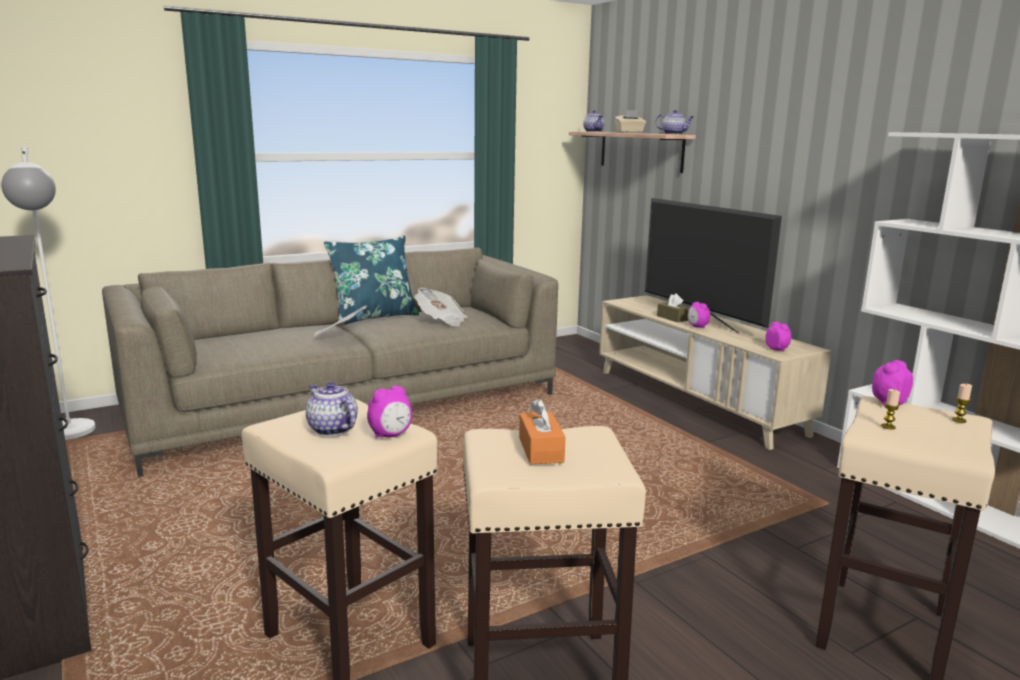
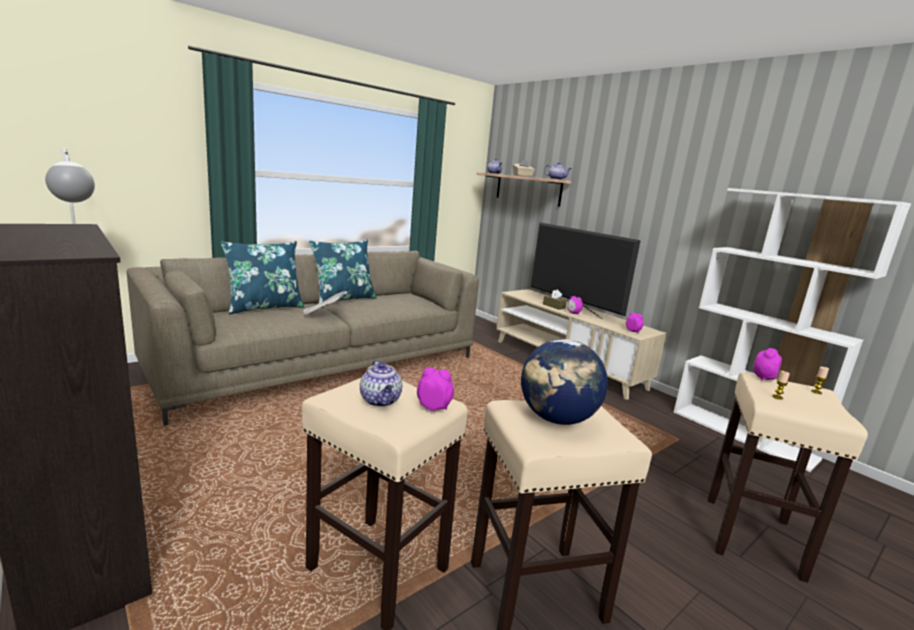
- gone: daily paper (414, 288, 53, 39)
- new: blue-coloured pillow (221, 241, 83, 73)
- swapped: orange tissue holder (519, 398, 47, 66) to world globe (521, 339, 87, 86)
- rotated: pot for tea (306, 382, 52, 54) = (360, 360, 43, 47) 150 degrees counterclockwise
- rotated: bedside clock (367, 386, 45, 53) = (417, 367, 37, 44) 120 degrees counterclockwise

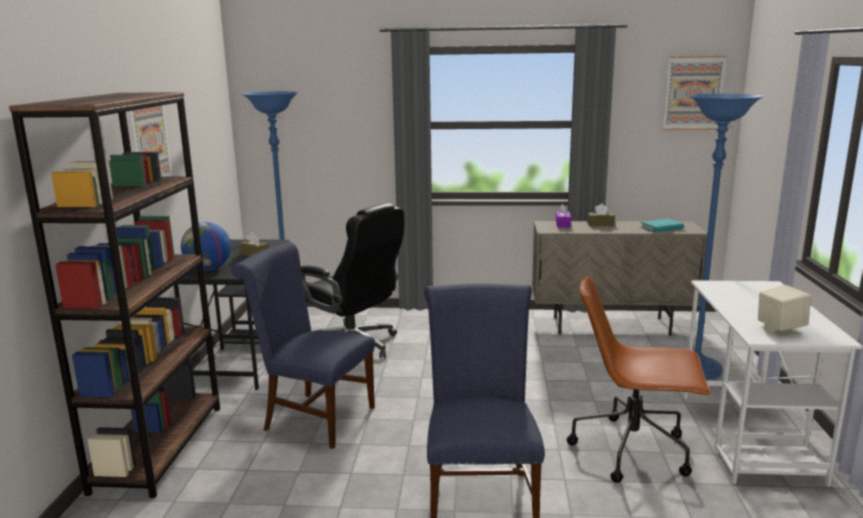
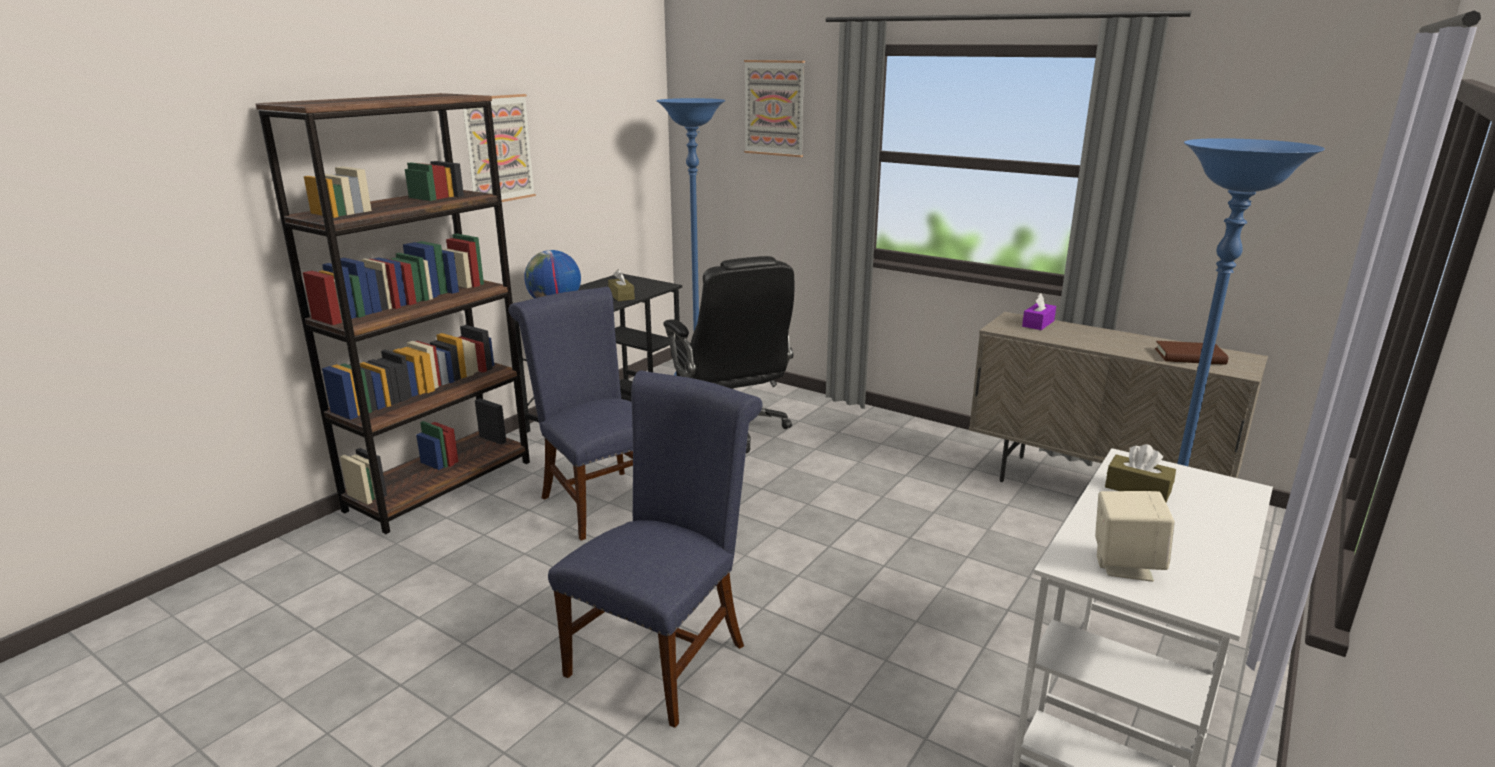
- gone: brown-coloured office chair (567, 275, 144, 208)
- shifted: brown-coloured tissue holder (587, 204, 28, 22) to (1105, 444, 71, 58)
- shifted: picture (663, 56, 63, 74) to (744, 60, 61, 97)
- repainted: blue-green book (641, 219, 43, 13) to brown-coloured book (1155, 341, 73, 24)

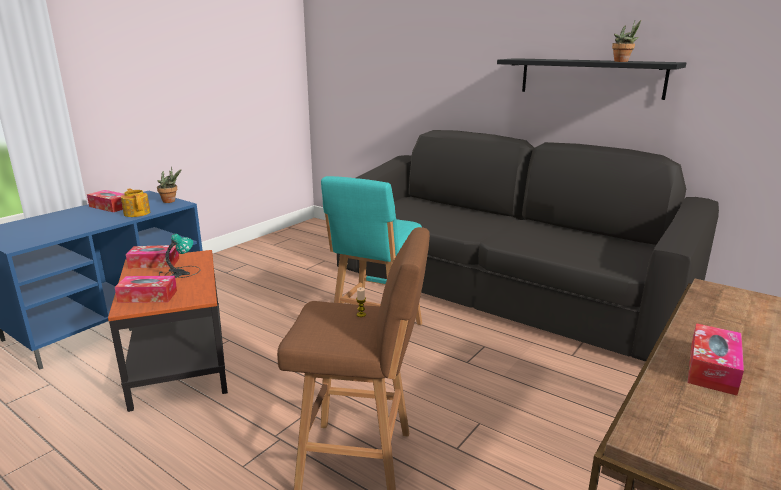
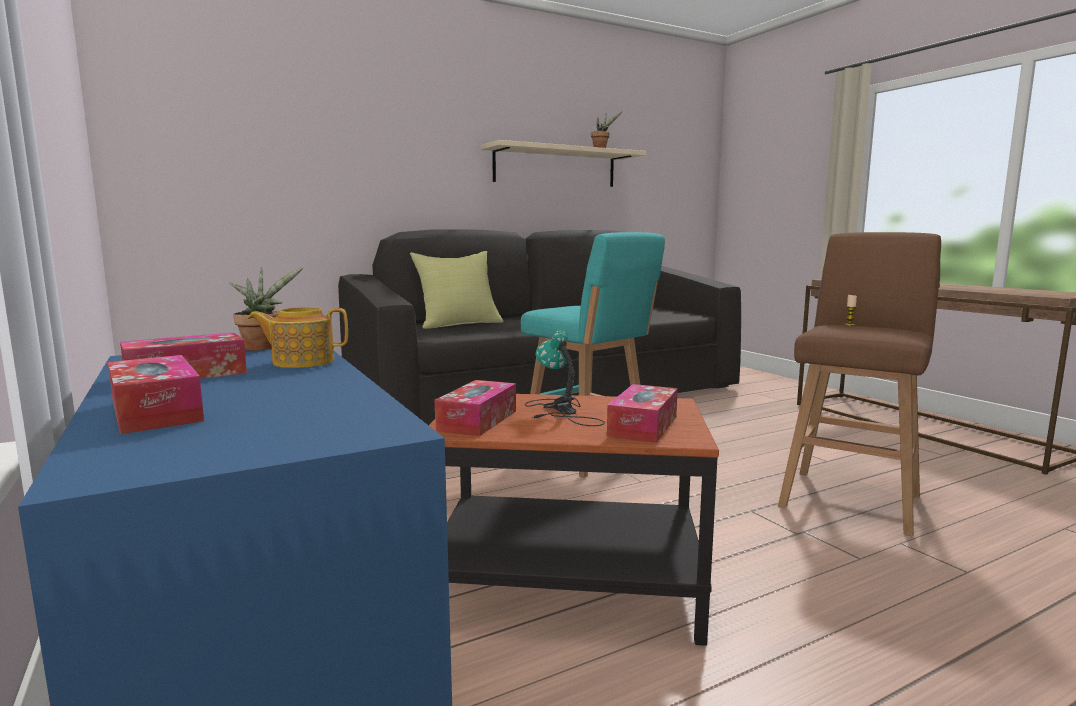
- new: yellow pillow (410, 251, 93, 78)
- shifted: tissue holder (688, 323, 56, 73) to (108, 355, 96, 79)
- repainted: blackish bracket shelf (497, 58, 189, 42) to sand-coloured bracket shelf (480, 140, 166, 47)

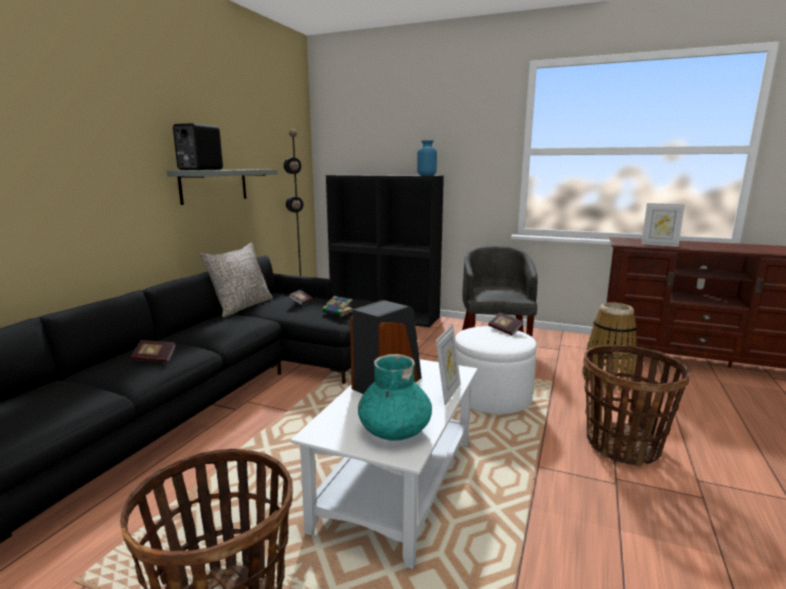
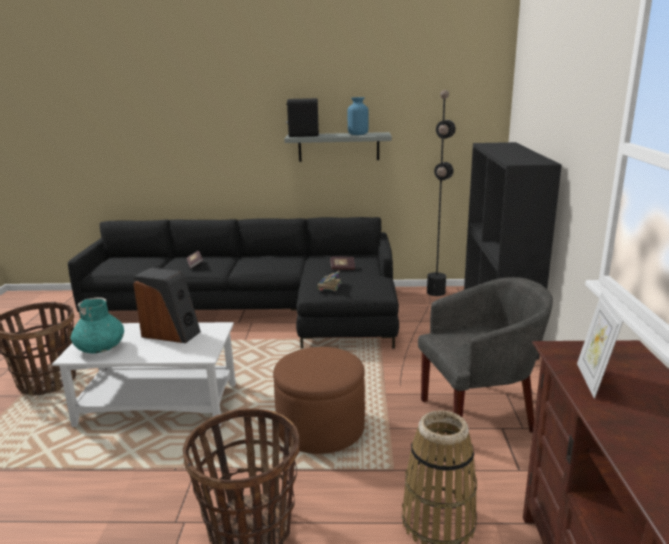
- gone: gray pillow (200, 243, 73, 74)
- gone: photo frame (436, 324, 25, 82)
- gone: book (488, 313, 35, 22)
- shifted: blue-coloured flower vase (417, 140, 20, 36) to (348, 97, 21, 38)
- repainted: white-coloured pouffe (455, 326, 82, 88) to brown-coloured pouffe (273, 347, 92, 107)

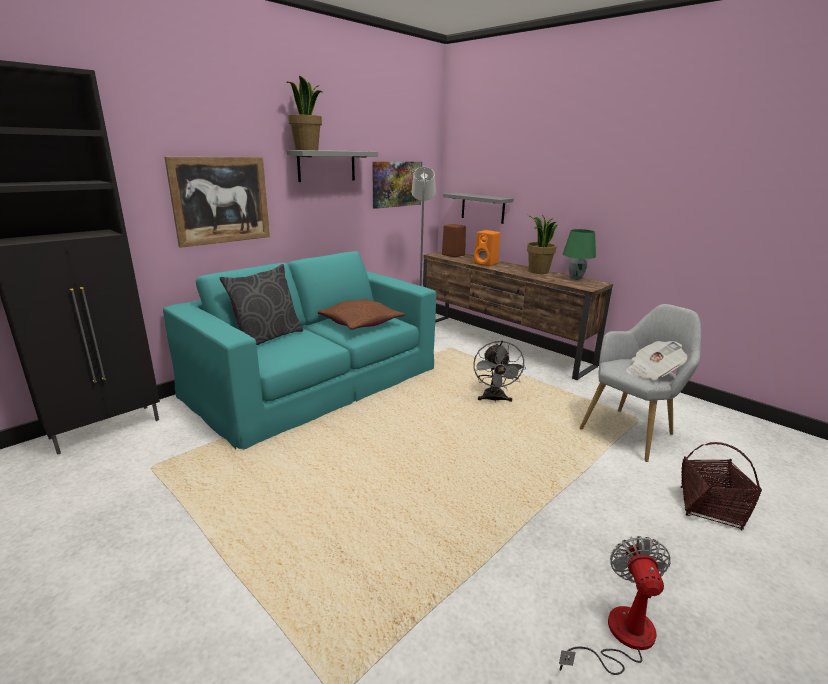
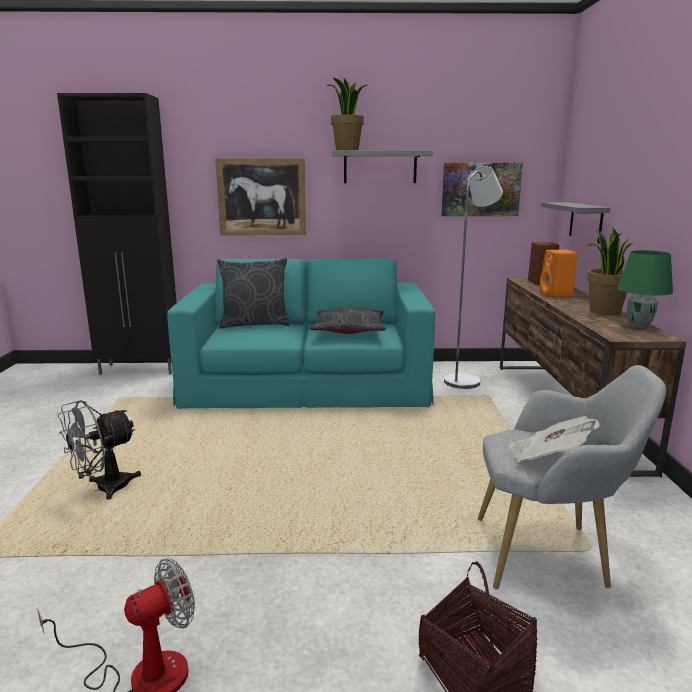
- shifted: gray electric fan (473, 340, 53, 62) to (58, 400, 83, 100)
- repainted: brown-coloured pillow (318, 299, 87, 31) to gray pillow (310, 307, 76, 27)

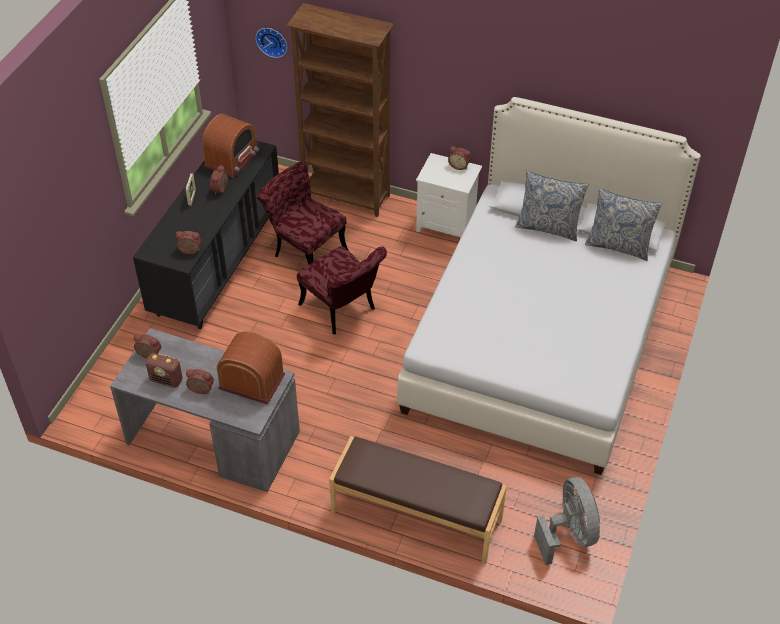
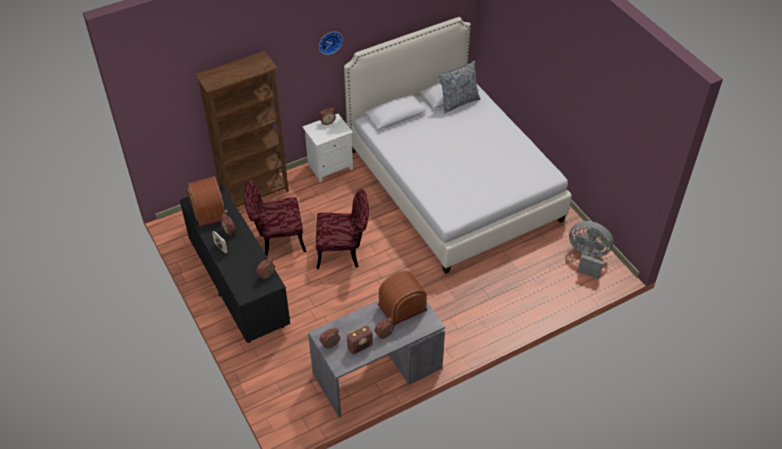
- gone: brown-coloured indoor bench (329, 436, 178, 128)
- gone: pillow (515, 171, 74, 70)
- shifted: hanging clock (256, 28, 31, 30) to (319, 32, 24, 23)

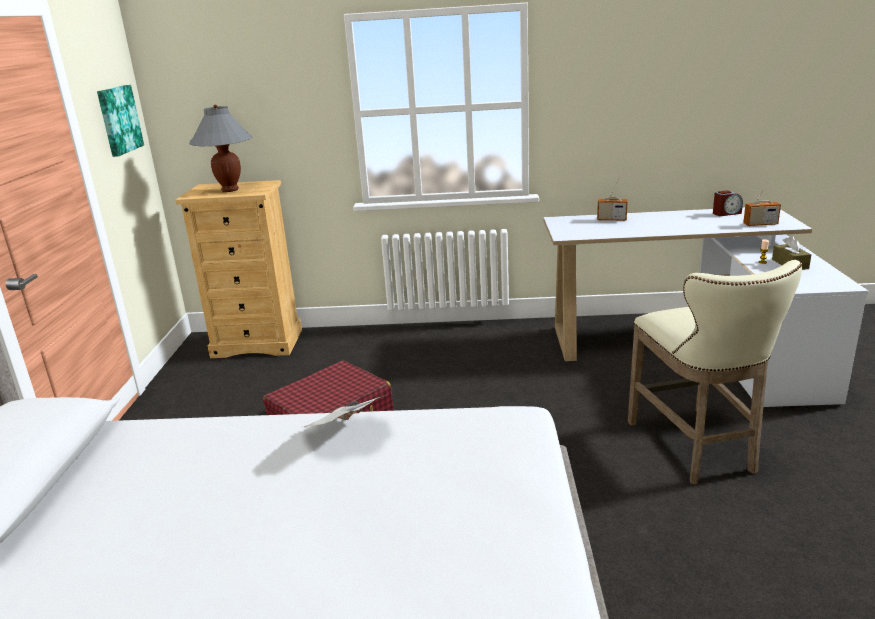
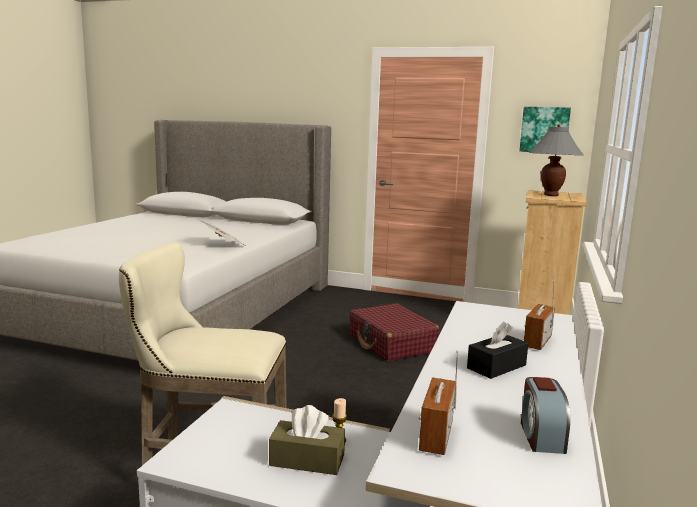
- new: blackish tissue holder (467, 322, 61, 57)

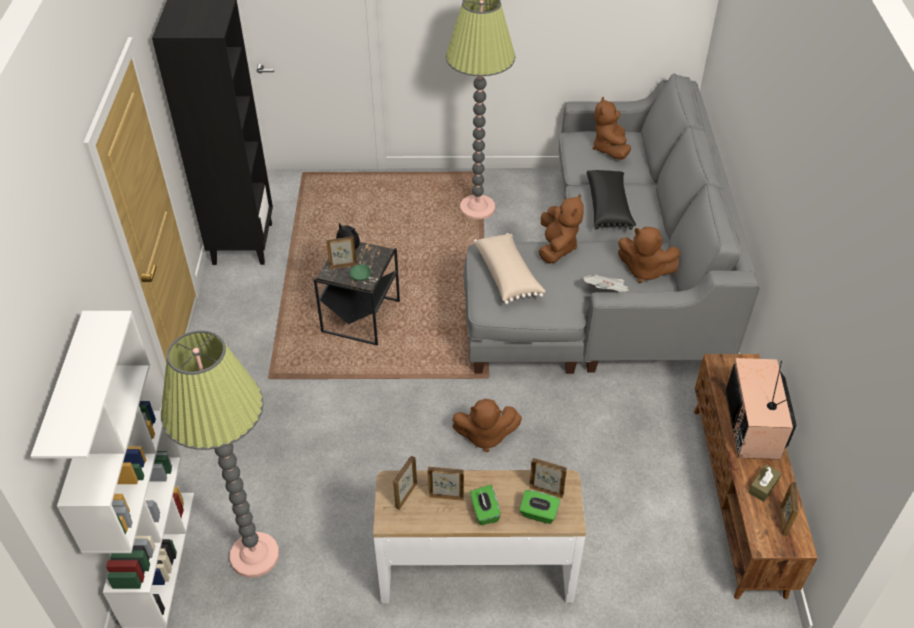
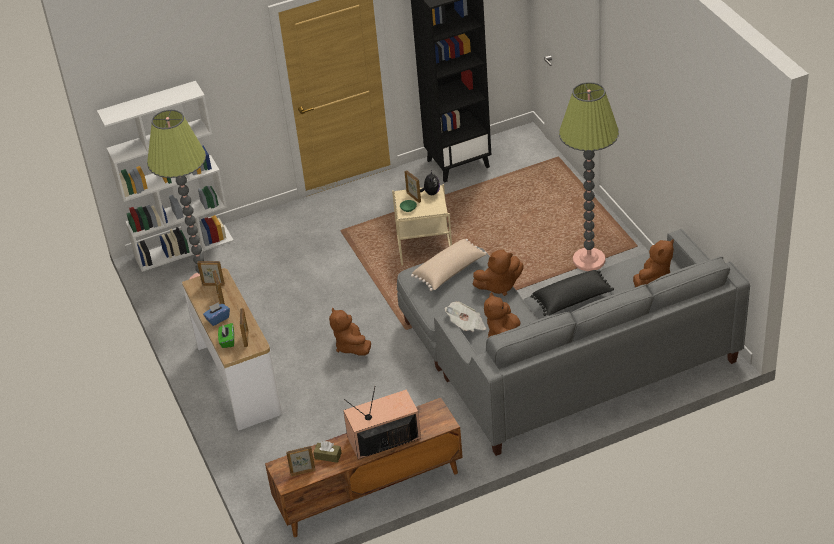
- repainted: blackish side table (314, 242, 86, 103) to sand-coloured side table (392, 184, 60, 82)
- repainted: green tissue holder (470, 484, 31, 41) to blue-coloured tissue holder (203, 302, 27, 24)
- rotated: brown-coloured plush toy (593, 97, 38, 63) = (633, 239, 41, 48) 150 degrees clockwise

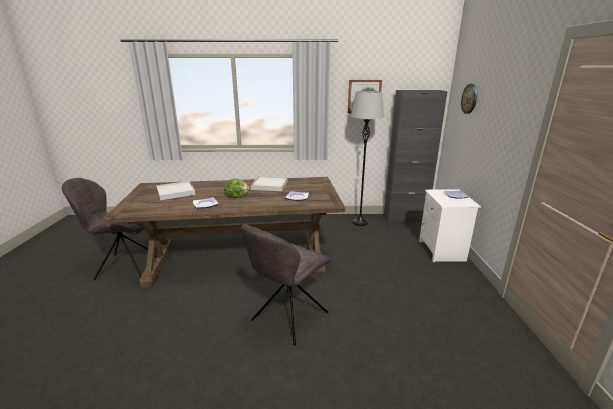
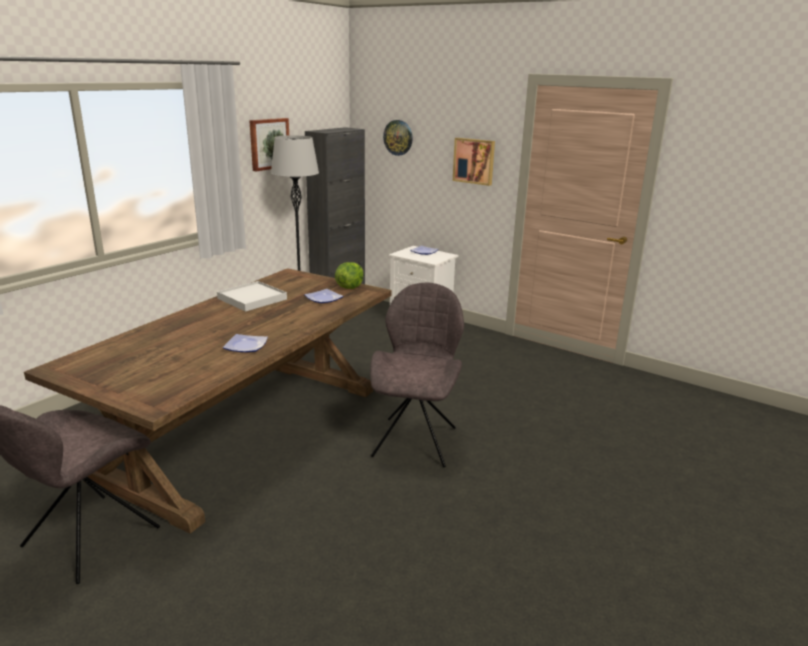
- gone: white-coloured carrying tray (156, 181, 40, 19)
- new: picture (453, 138, 42, 48)
- shifted: head of lettuce (224, 178, 25, 20) to (335, 262, 29, 27)
- rotated: gray plain chair (240, 224, 91, 121) = (370, 283, 94, 184) 150 degrees counterclockwise

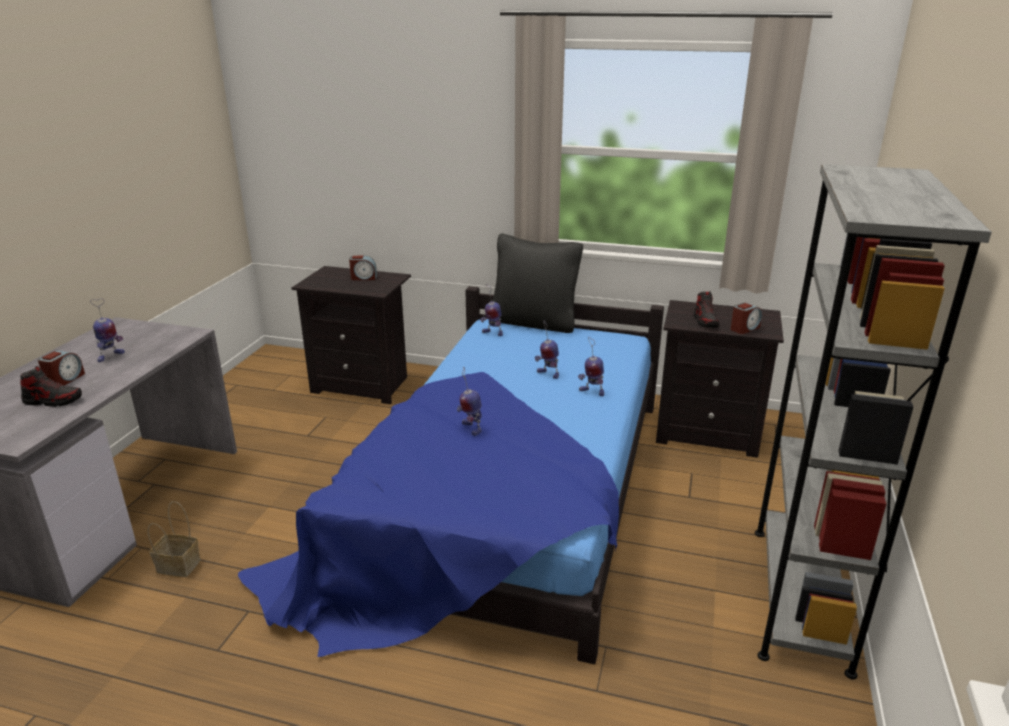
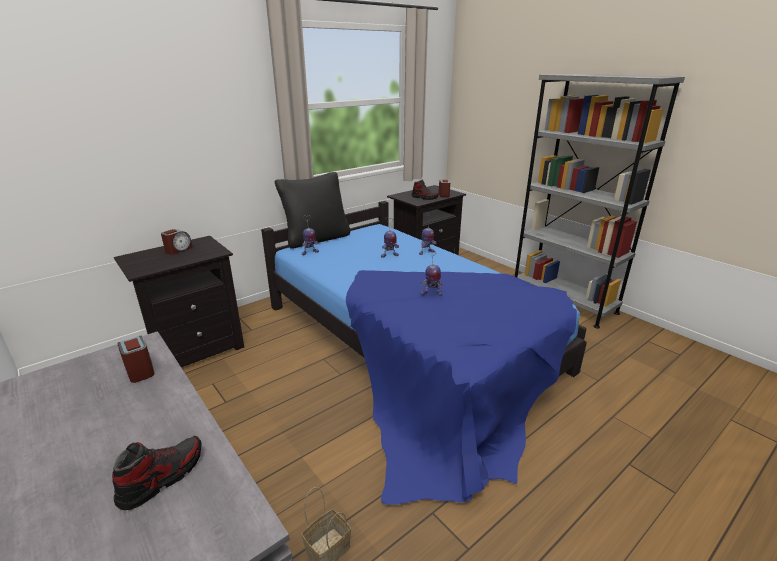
- gone: robot figure (90, 298, 35, 64)
- shifted: bedside clock (38, 351, 47, 35) to (117, 336, 37, 47)

